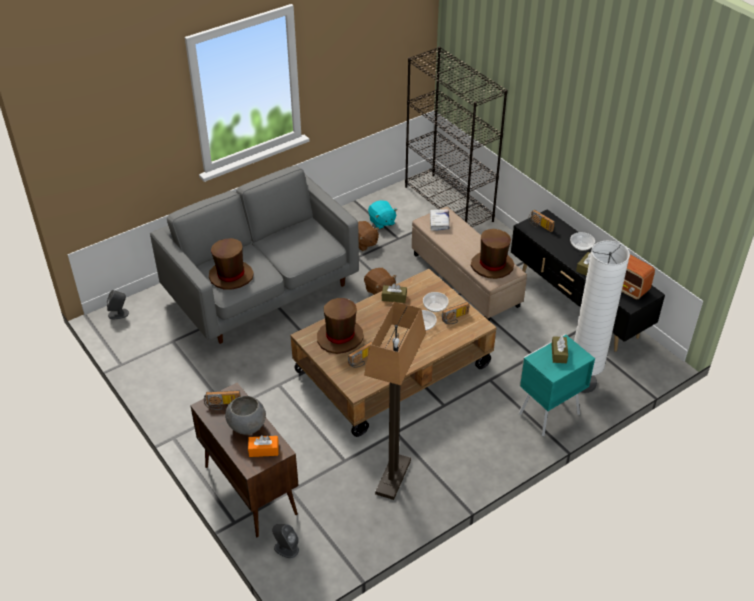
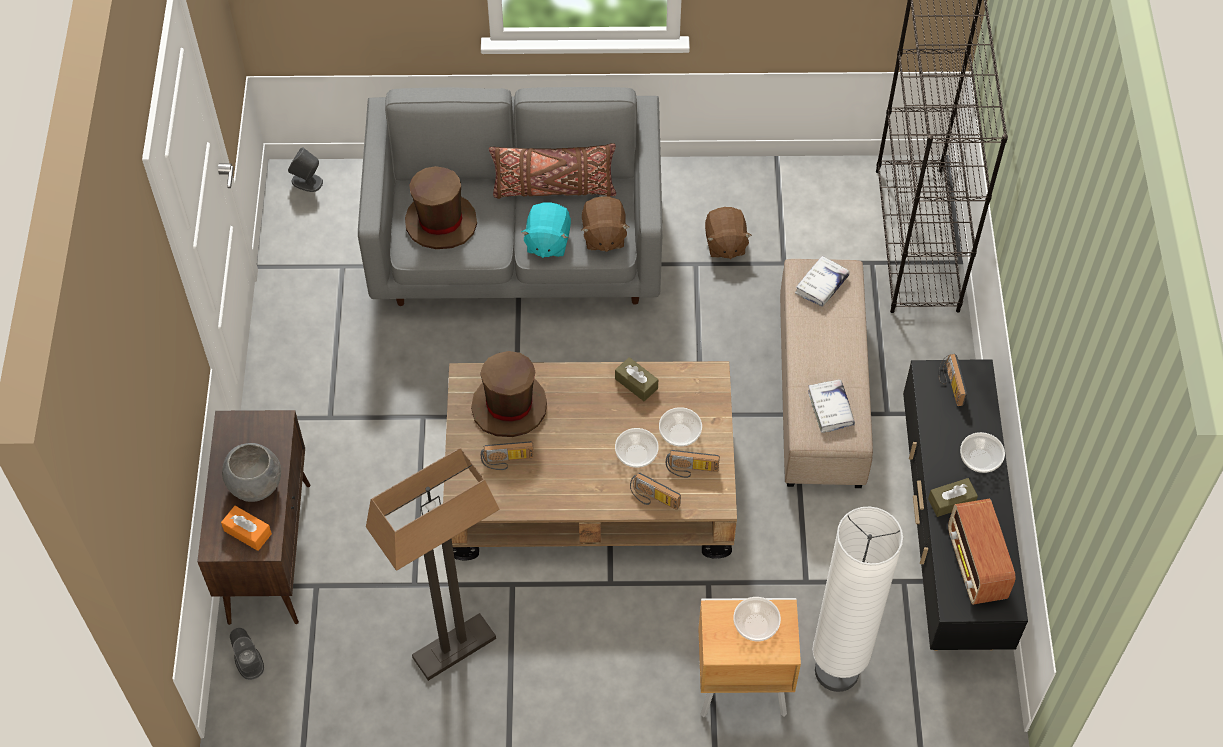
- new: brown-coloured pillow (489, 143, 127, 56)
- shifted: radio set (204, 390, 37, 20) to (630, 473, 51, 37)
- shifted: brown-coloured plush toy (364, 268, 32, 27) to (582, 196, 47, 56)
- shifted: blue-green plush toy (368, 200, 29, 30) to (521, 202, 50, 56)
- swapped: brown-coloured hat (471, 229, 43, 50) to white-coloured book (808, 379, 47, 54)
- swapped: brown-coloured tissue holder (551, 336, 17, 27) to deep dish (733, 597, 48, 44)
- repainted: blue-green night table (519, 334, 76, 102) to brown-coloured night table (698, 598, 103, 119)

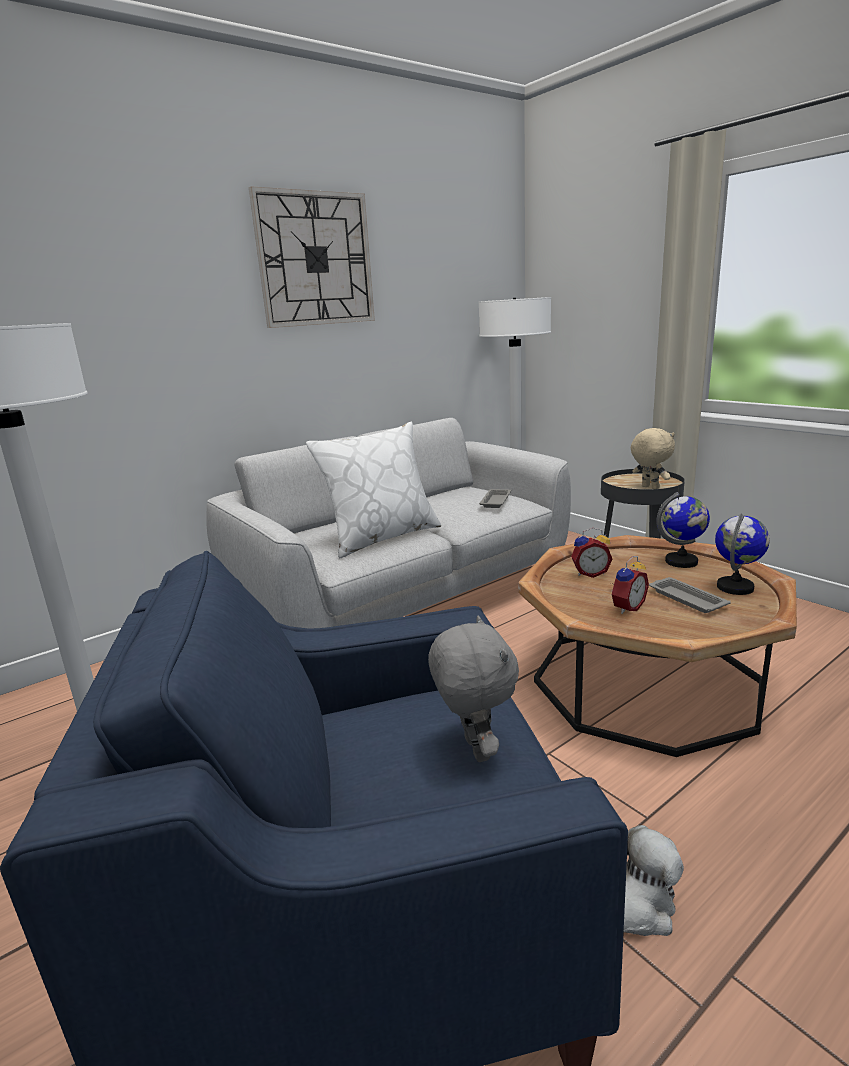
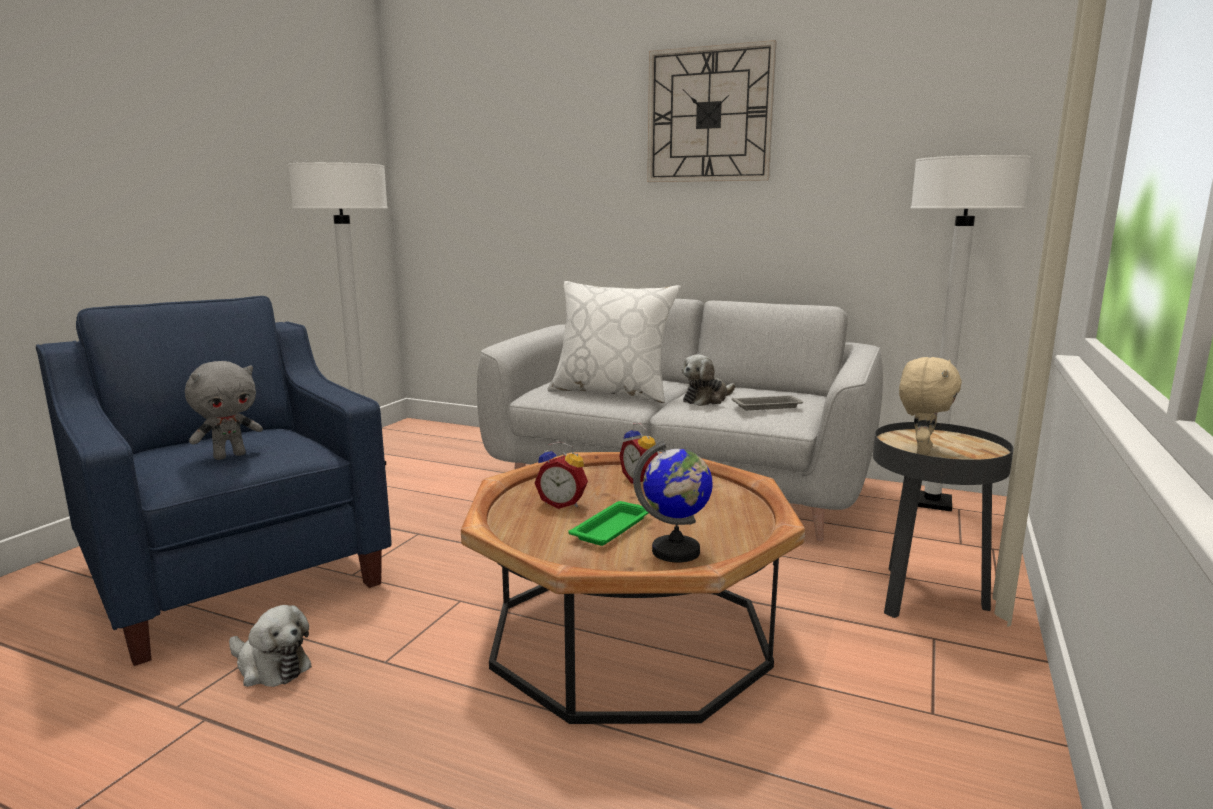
- gone: world globe (656, 492, 54, 76)
- new: plush toy (682, 354, 53, 52)
- repainted: gray carrying tray (649, 577, 82, 36) to green carrying tray (568, 501, 80, 45)

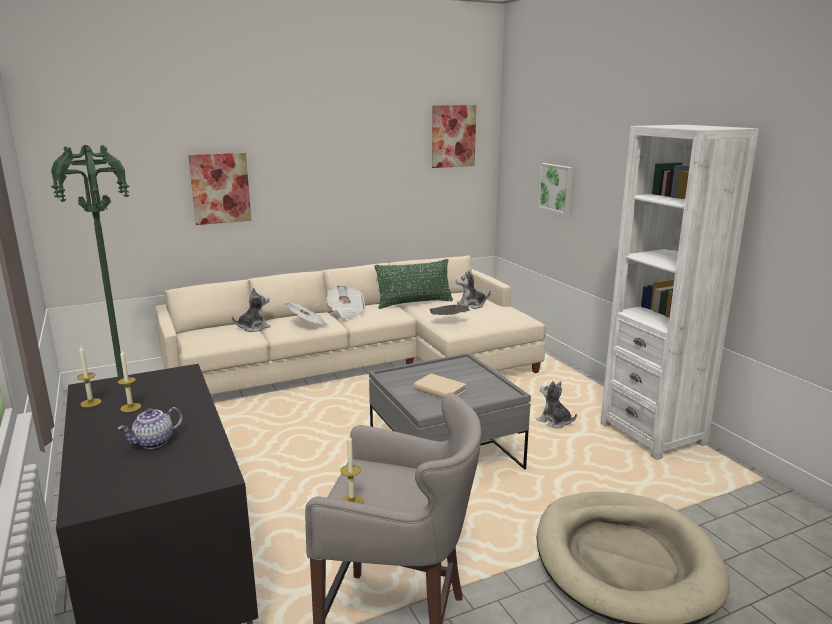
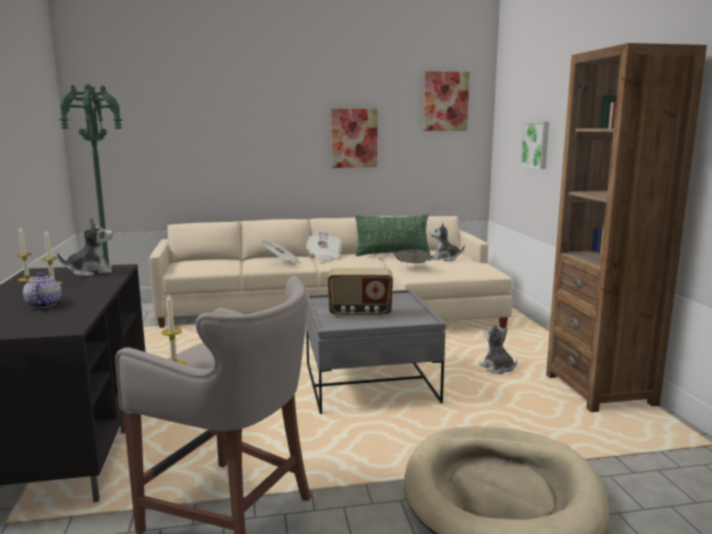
- shifted: picture (188, 153, 63, 72) to (331, 109, 47, 59)
- shifted: plush toy (232, 288, 39, 44) to (57, 217, 56, 59)
- swapped: sand-coloured book (413, 373, 54, 25) to radio set (328, 268, 65, 49)
- repainted: white-coloured bookcase (600, 125, 159, 335) to brown-coloured bookcase (546, 43, 161, 369)
- rotated: pot for tea (118, 407, 65, 42) = (23, 272, 39, 36) 105 degrees clockwise

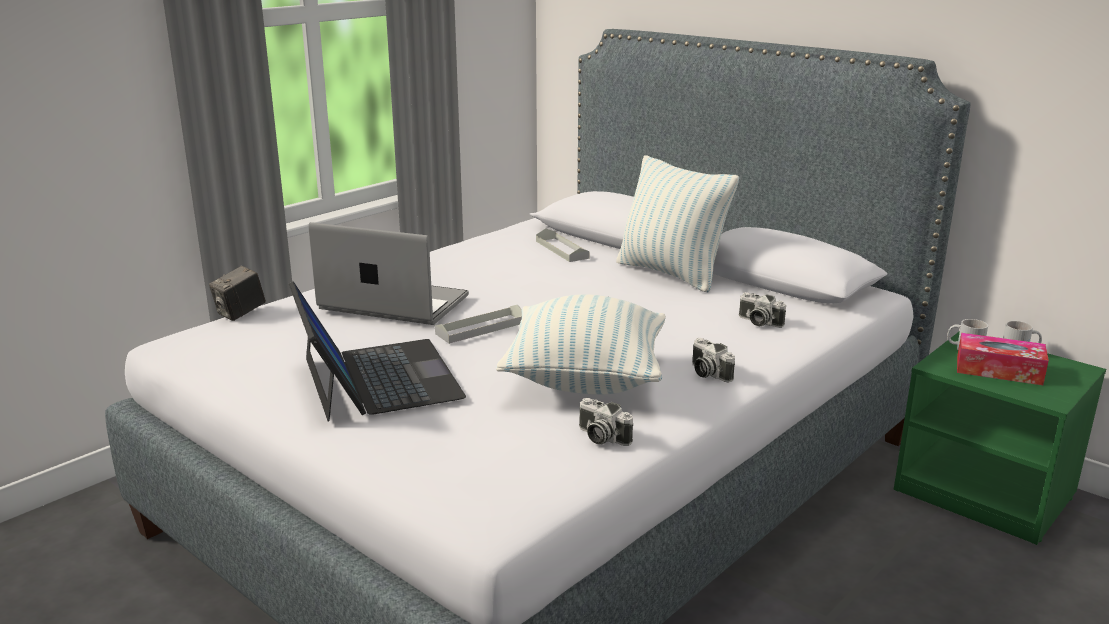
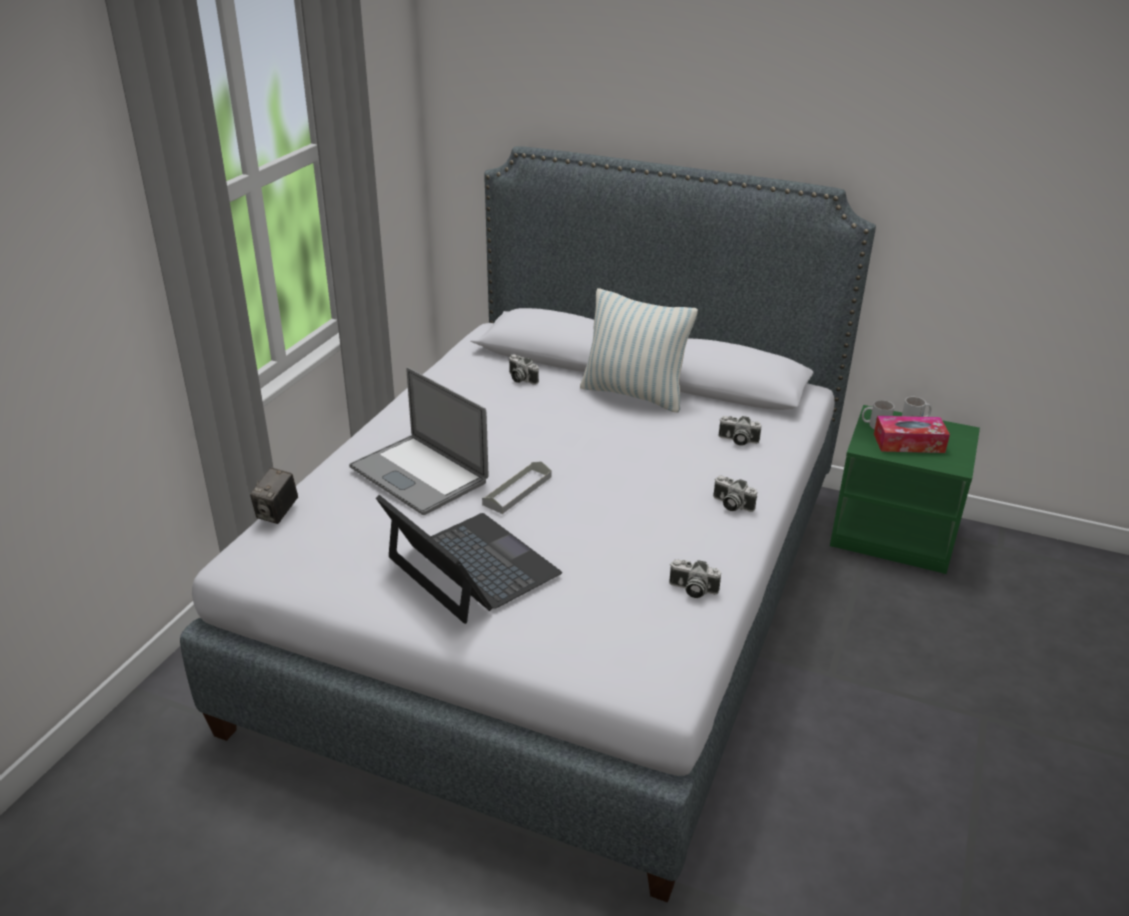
- gone: pillow (496, 294, 170, 101)
- swapped: gray carrying tray (536, 228, 54, 34) to still camera (509, 354, 30, 31)
- rotated: portable computer (309, 222, 160, 103) = (349, 367, 140, 148) 135 degrees counterclockwise

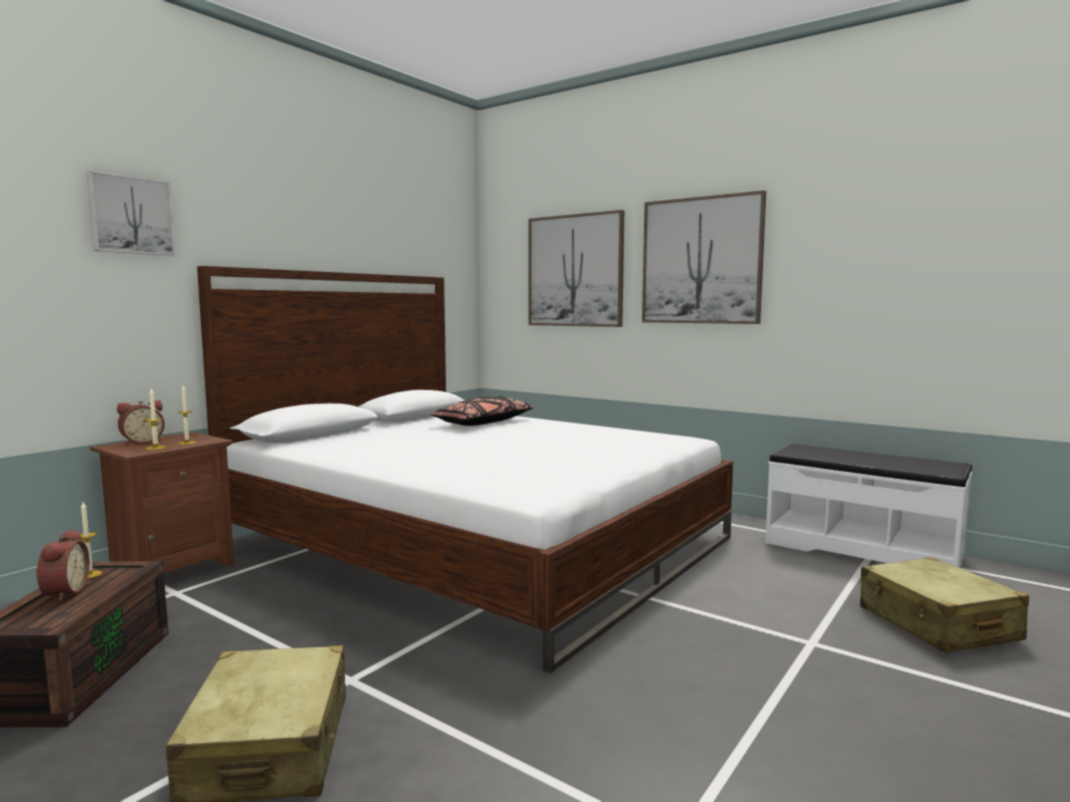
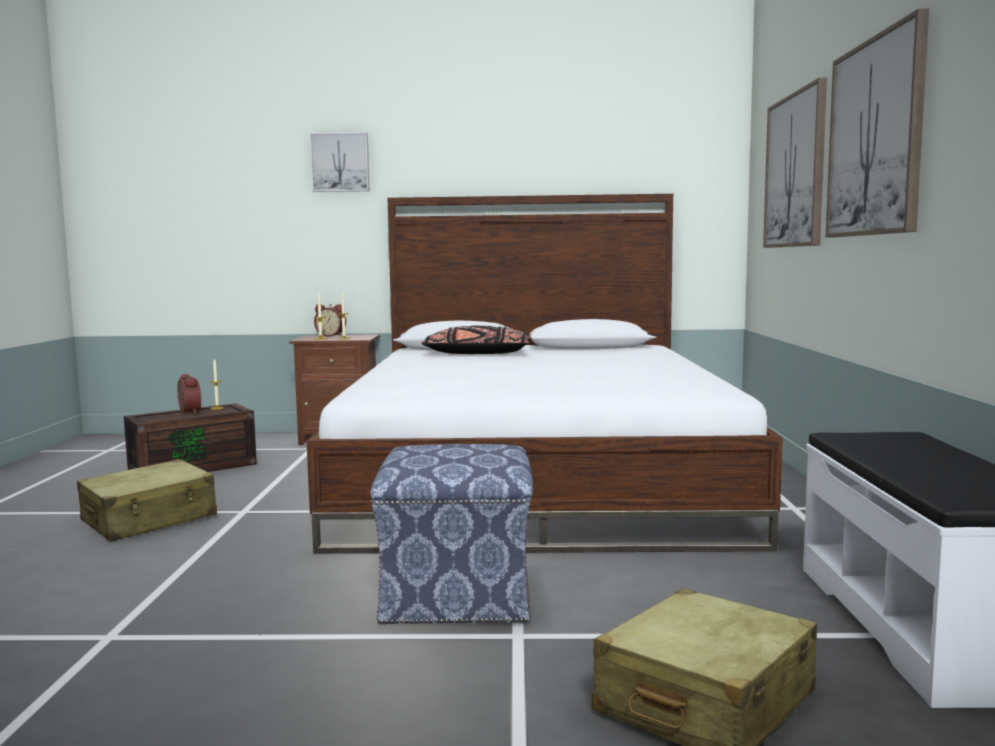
- new: pouffe (370, 444, 163, 181)
- shifted: blackish pillow (431, 396, 103, 30) to (422, 325, 110, 29)
- rotated: bedside clock (36, 529, 54, 72) = (177, 374, 24, 40) 75 degrees counterclockwise

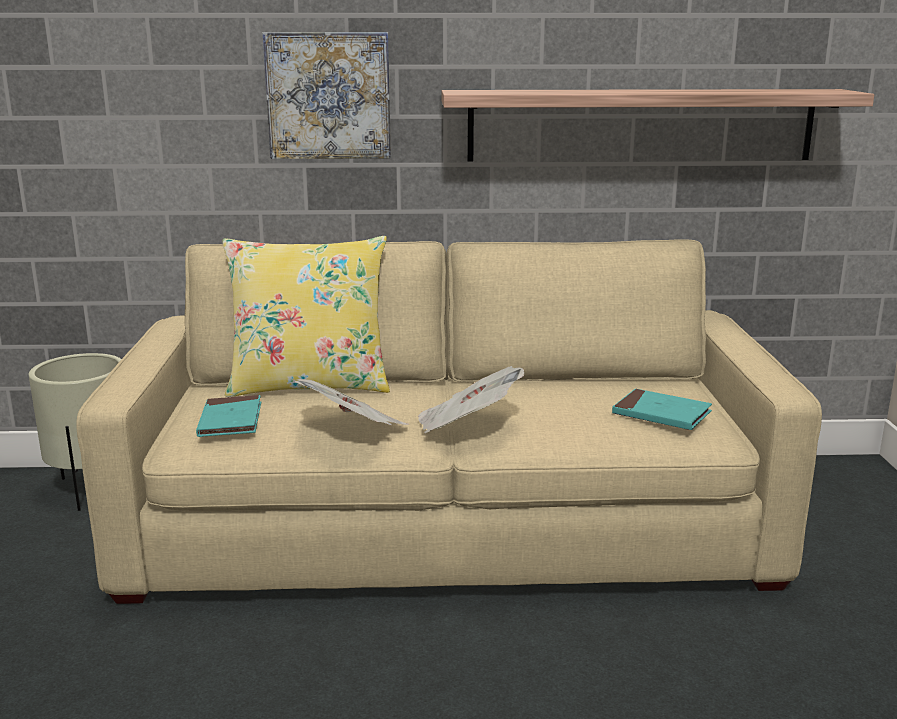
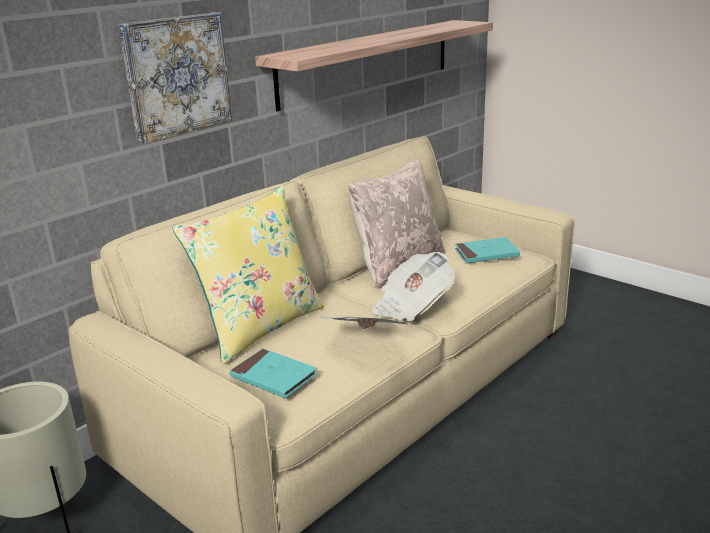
- new: sand-coloured pillow (348, 160, 97, 127)

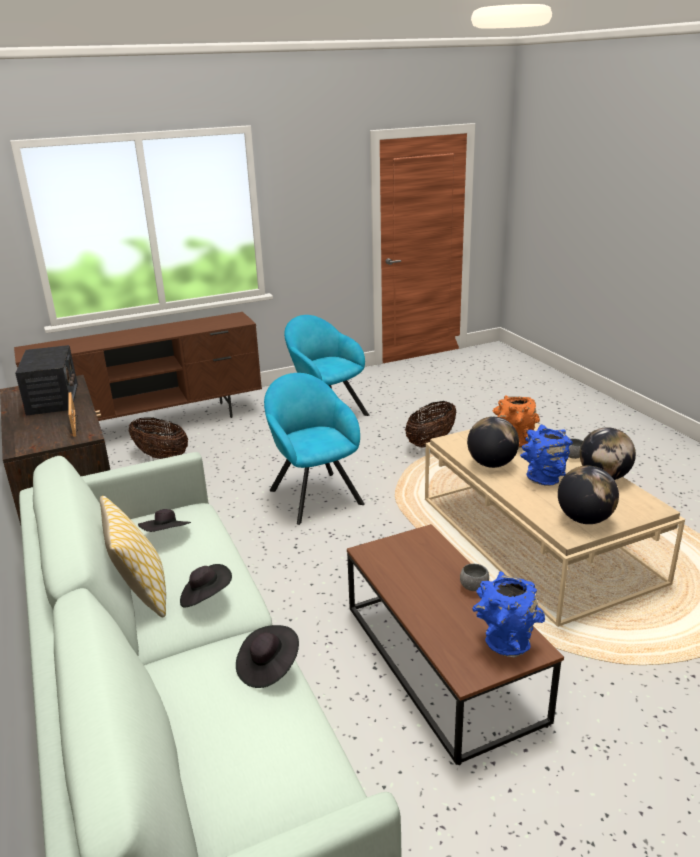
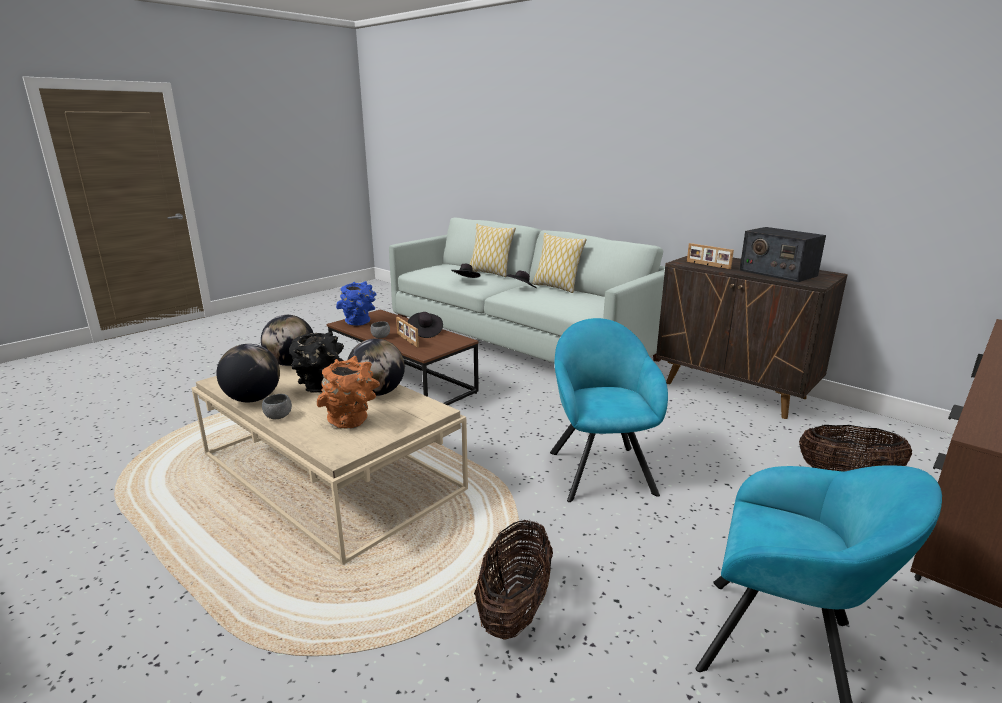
- new: photo frame (396, 317, 23, 30)
- new: pillow (469, 224, 47, 53)
- shifted: blackish hat (138, 509, 53, 23) to (408, 312, 35, 26)
- repainted: blue-coloured flower vase (520, 424, 53, 62) to blackish flower vase (289, 332, 55, 61)
- rotated: blue-green lounge chair (264, 373, 101, 152) = (550, 318, 118, 184) 135 degrees counterclockwise

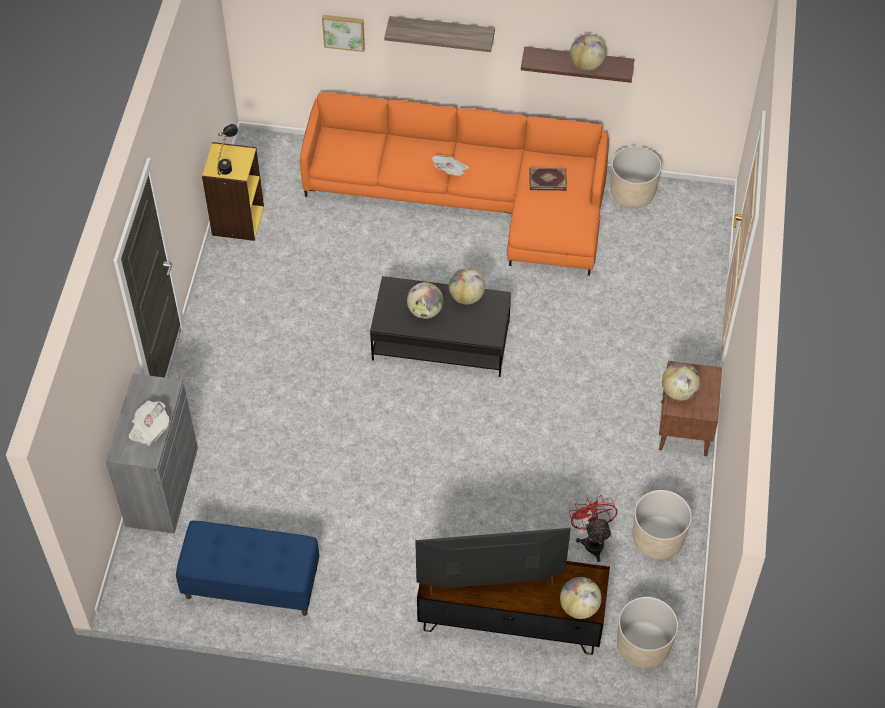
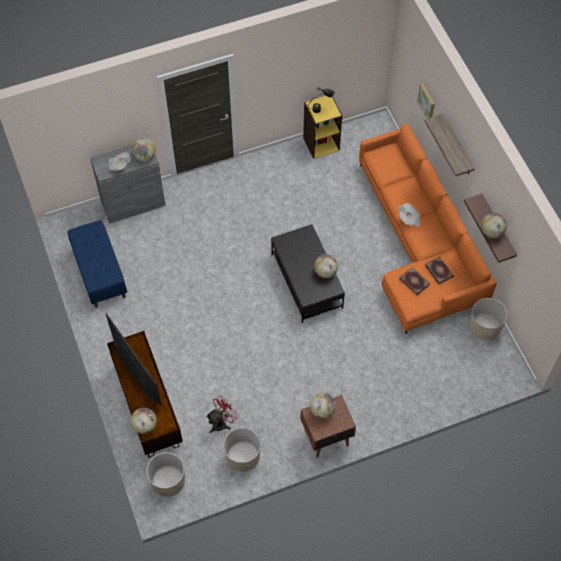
- new: book (399, 267, 31, 28)
- shifted: world globe (407, 282, 36, 37) to (132, 138, 24, 23)

